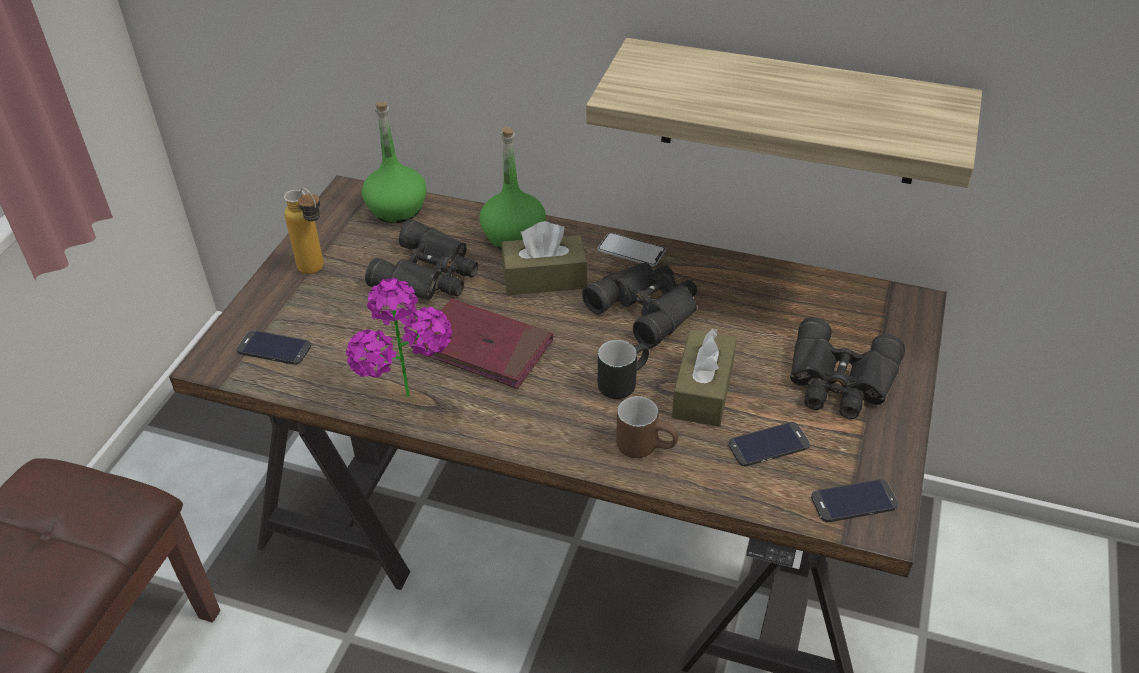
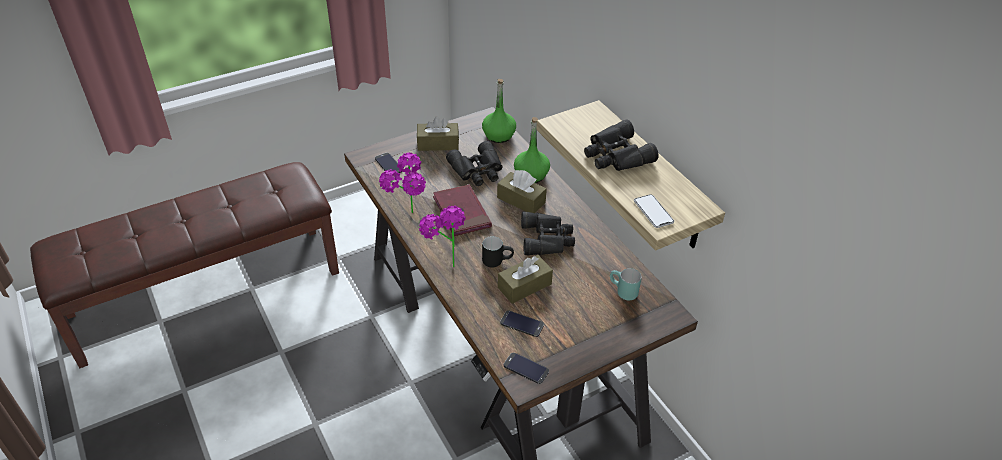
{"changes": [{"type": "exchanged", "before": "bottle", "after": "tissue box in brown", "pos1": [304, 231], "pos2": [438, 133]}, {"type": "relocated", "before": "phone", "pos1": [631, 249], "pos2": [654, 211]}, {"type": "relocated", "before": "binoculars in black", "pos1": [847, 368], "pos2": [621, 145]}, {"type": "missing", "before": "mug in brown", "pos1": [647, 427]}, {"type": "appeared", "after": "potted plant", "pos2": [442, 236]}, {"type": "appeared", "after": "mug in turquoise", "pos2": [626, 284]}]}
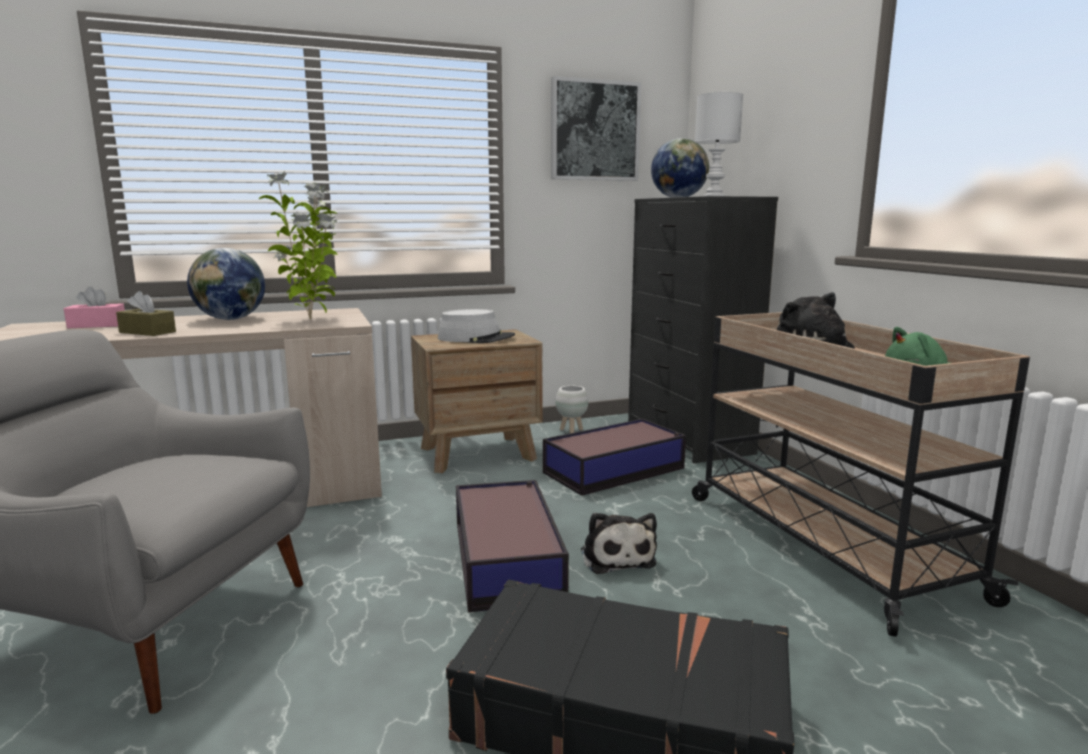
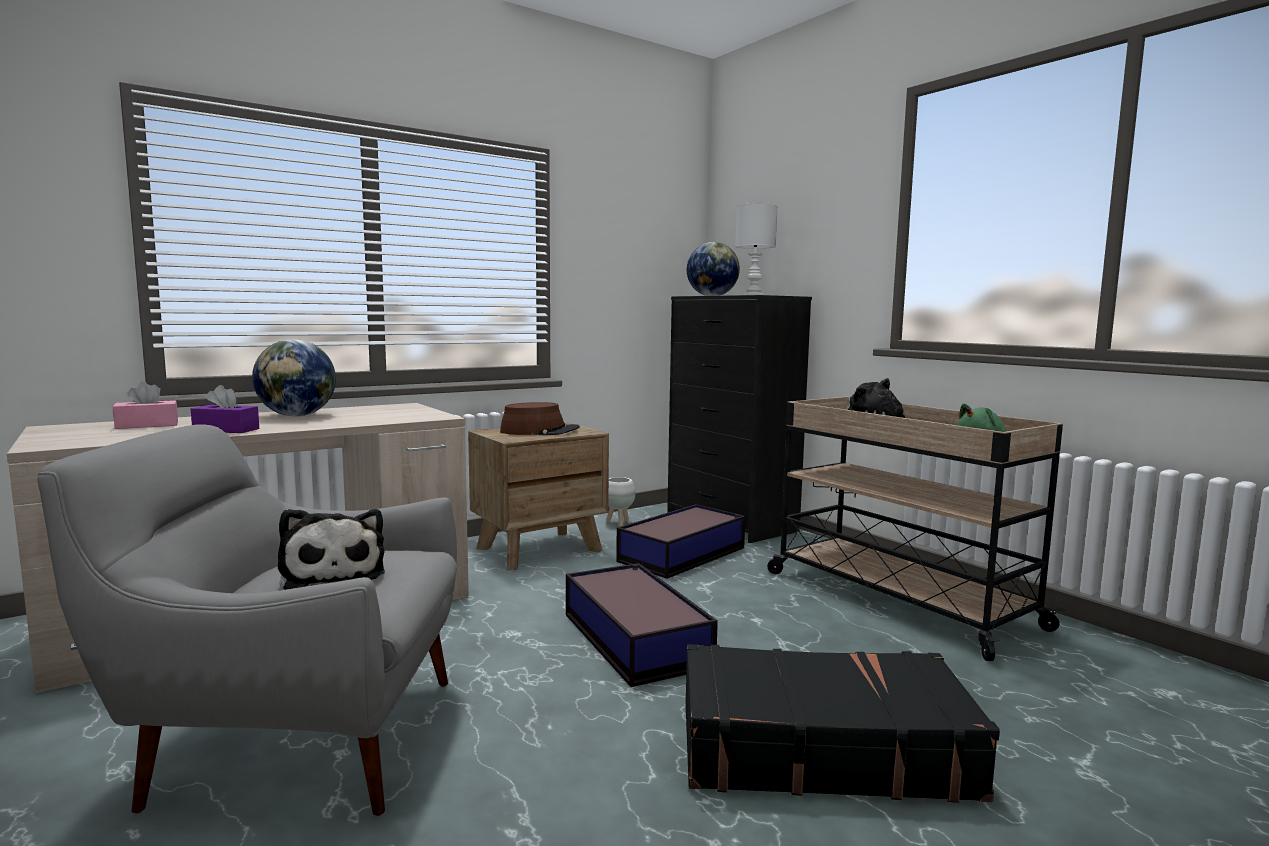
{"changes": [{"type": "missing", "before": "picture", "pos1": [596, 128]}, {"type": "missing", "before": "potted plant", "pos1": [299, 245]}, {"type": "colour", "before": "tissue box in brown", "after": "tissue box in purple", "pos1": [146, 313], "pos2": [225, 409]}, {"type": "colour", "before": "hat in grey", "after": "hat in brown", "pos1": [476, 326], "pos2": [540, 418]}, {"type": "relocated", "before": "plush toy", "pos1": [619, 543], "pos2": [331, 549]}]}
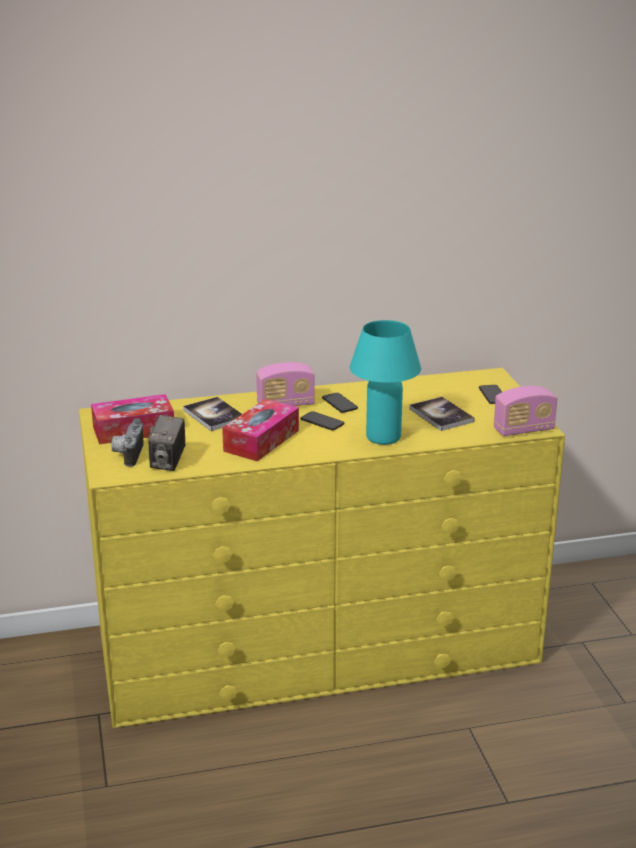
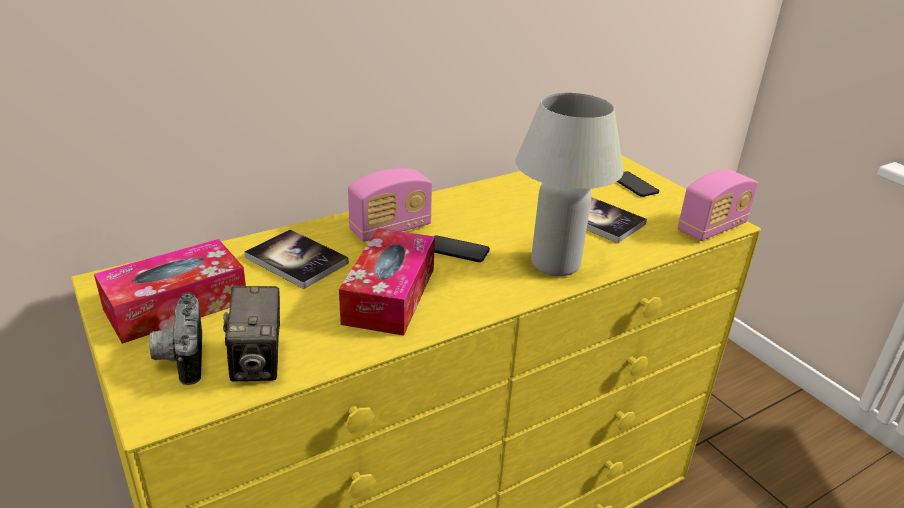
{"changes": [{"type": "colour", "before": "table lamp in turquoise", "after": "table lamp in white", "pos1": [385, 382], "pos2": [569, 184]}, {"type": "missing", "before": "phone", "pos1": [340, 403]}]}
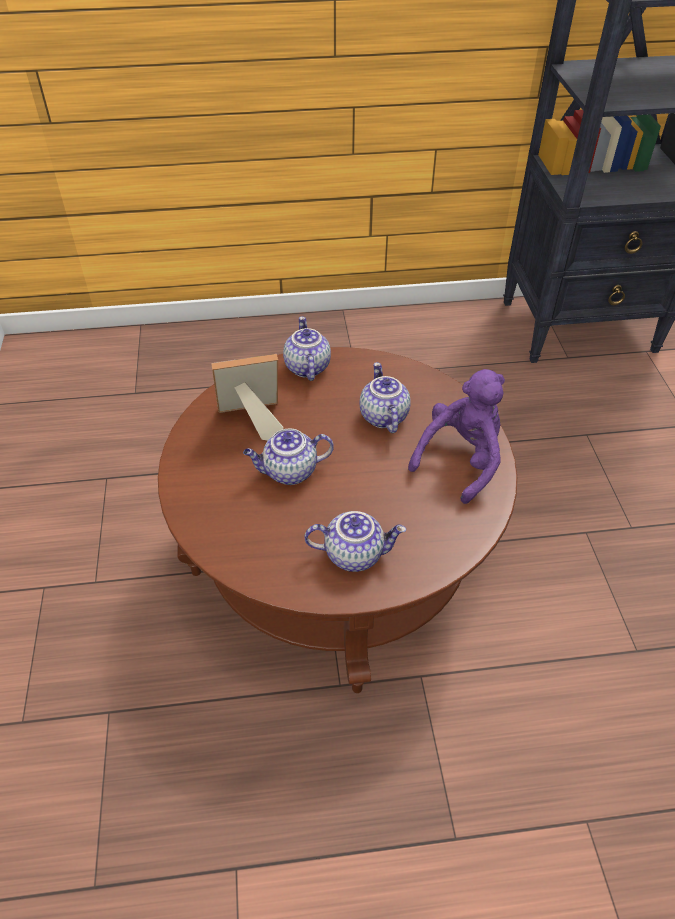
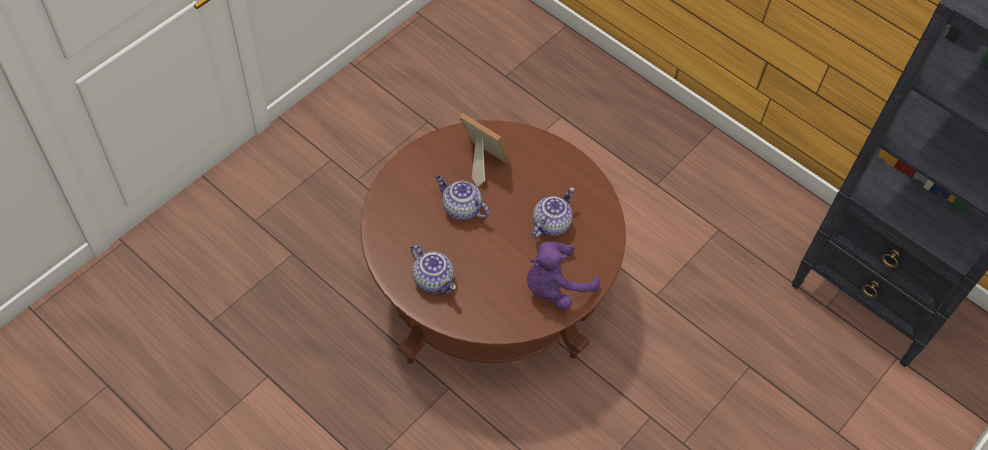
{"changes": [{"type": "missing", "before": "teapot", "pos1": [307, 348]}, {"type": "spun", "before": "plush toy in purple", "pos1": [456, 436], "pos2": [563, 275], "turn": 150}]}
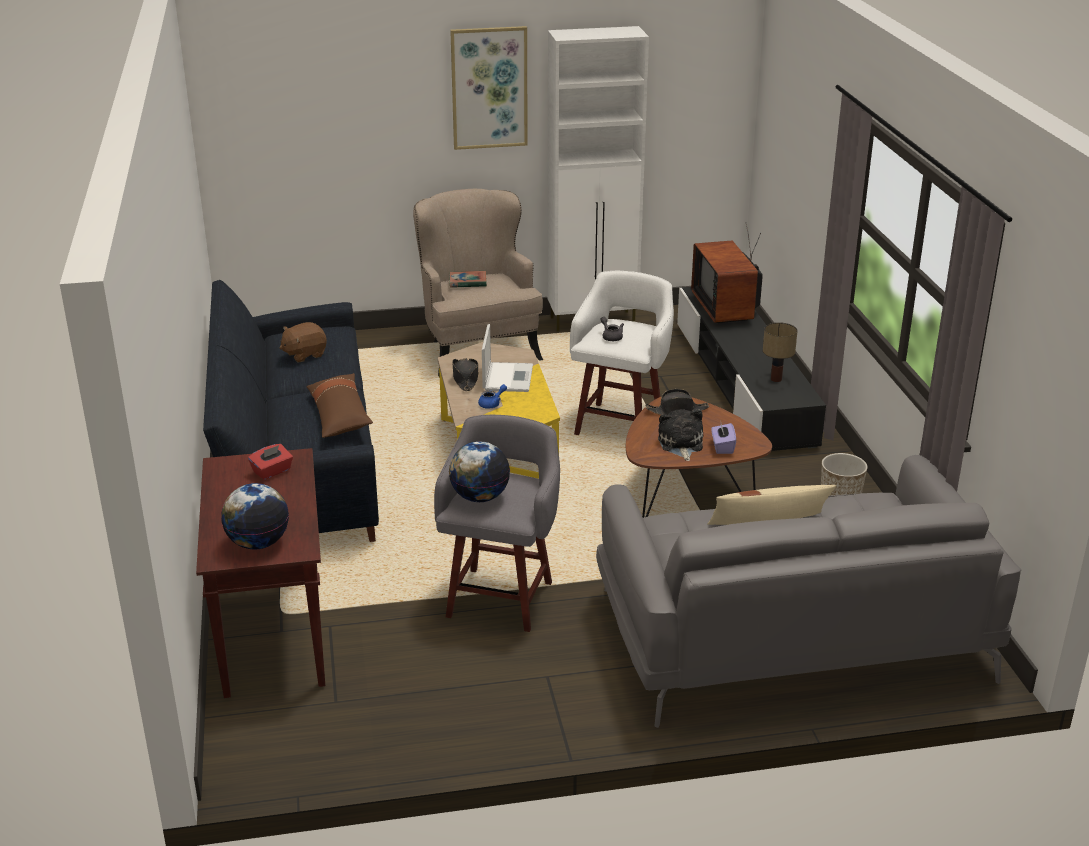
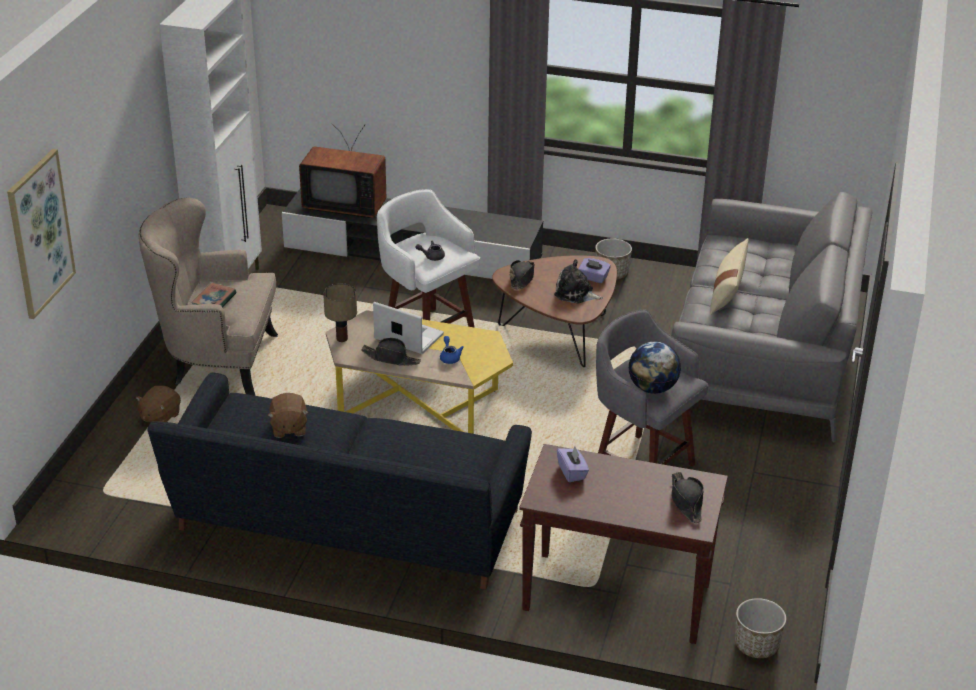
{"changes": [{"type": "relocated", "before": "picture", "pos1": [488, 88], "pos2": [41, 234]}, {"type": "relocated", "before": "table lamp", "pos1": [780, 352], "pos2": [340, 312]}, {"type": "missing", "before": "pillow in brown", "pos1": [339, 405]}, {"type": "colour", "before": "tissue box in red", "after": "tissue box in purple", "pos1": [270, 462], "pos2": [573, 464]}, {"type": "exchanged", "before": "globe", "after": "hat in black", "pos1": [255, 516], "pos2": [687, 497]}, {"type": "appeared", "after": "plush toy in brown", "pos2": [158, 403]}, {"type": "appeared", "after": "planter", "pos2": [760, 628]}]}
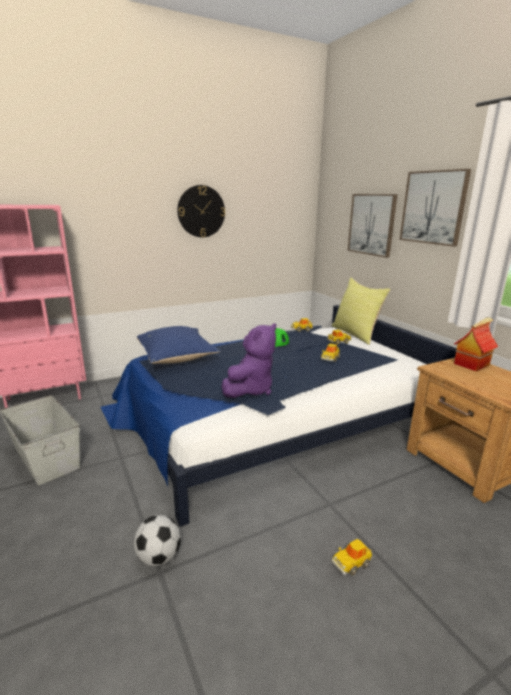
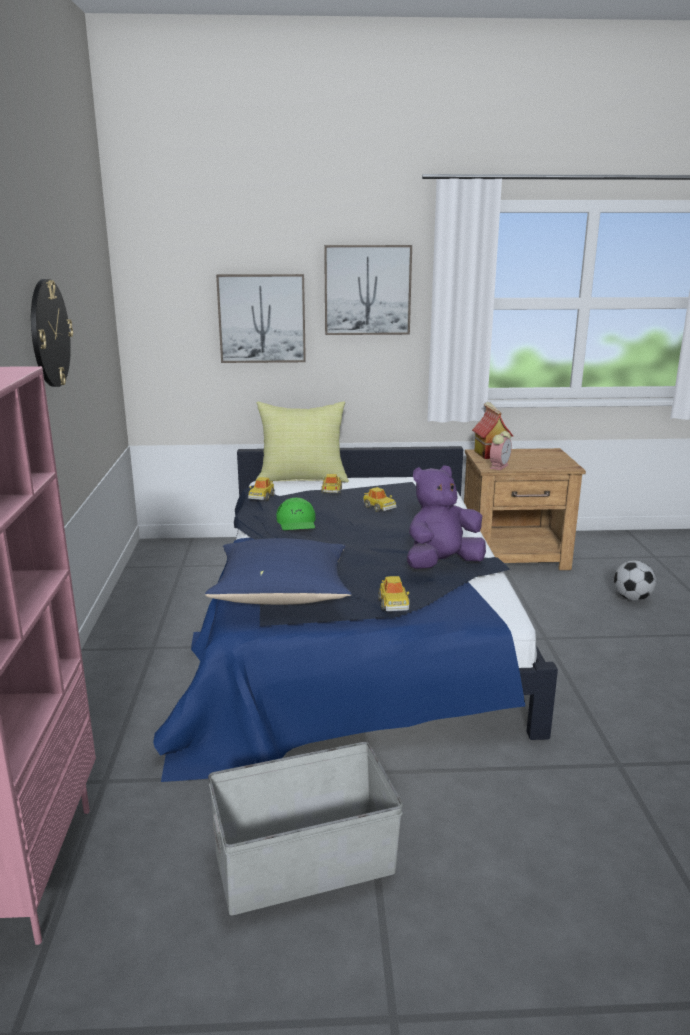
{"changes": [{"type": "spun", "before": "plush toy in purple", "pos1": [248, 360], "pos2": [446, 517], "turn": -90}, {"type": "relocated", "before": "football", "pos1": [157, 540], "pos2": [635, 581]}, {"type": "relocated", "before": "toy car", "pos1": [352, 557], "pos2": [394, 593]}, {"type": "appeared", "after": "alarm clock", "pos2": [501, 450]}]}
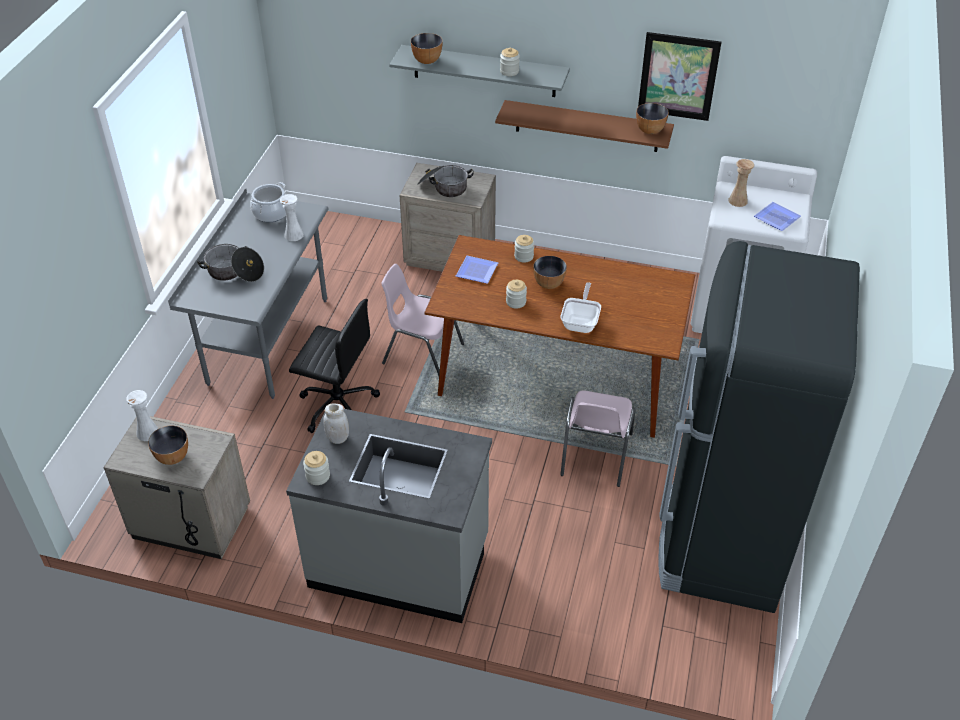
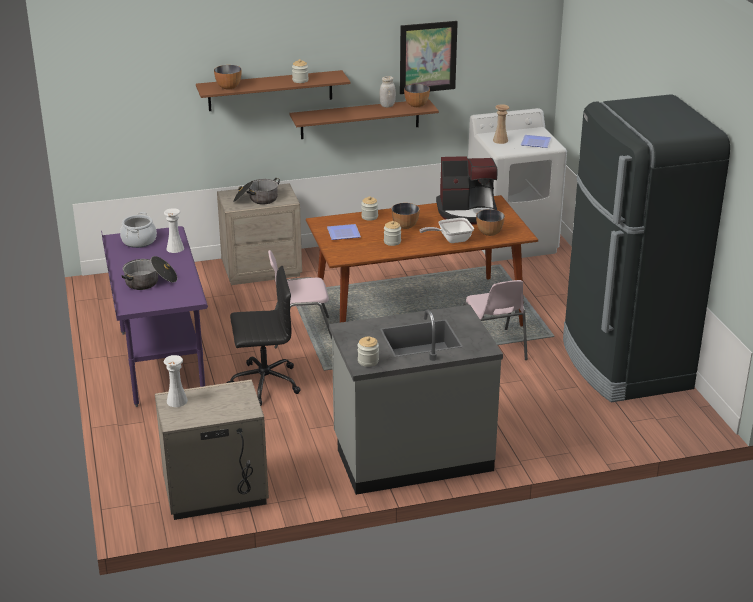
{"changes": [{"type": "colour", "before": "shelf in grey", "after": "shelf in brown", "pos1": [479, 71], "pos2": [273, 90]}, {"type": "colour", "before": "desk in grey", "after": "desk in purple", "pos1": [248, 293], "pos2": [154, 316]}, {"type": "spun", "before": "frying pan", "pos1": [581, 307], "pos2": [446, 230], "turn": -90}, {"type": "relocated", "before": "jar in white", "pos1": [336, 424], "pos2": [388, 92]}, {"type": "relocated", "before": "bowl", "pos1": [168, 445], "pos2": [490, 222]}, {"type": "appeared", "after": "coffee machine", "pos2": [467, 190]}]}
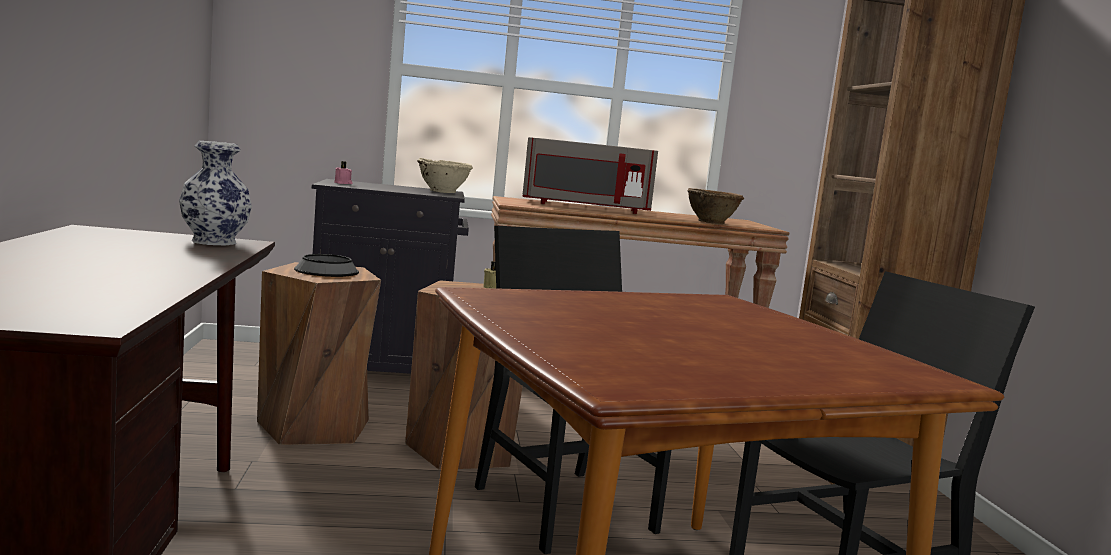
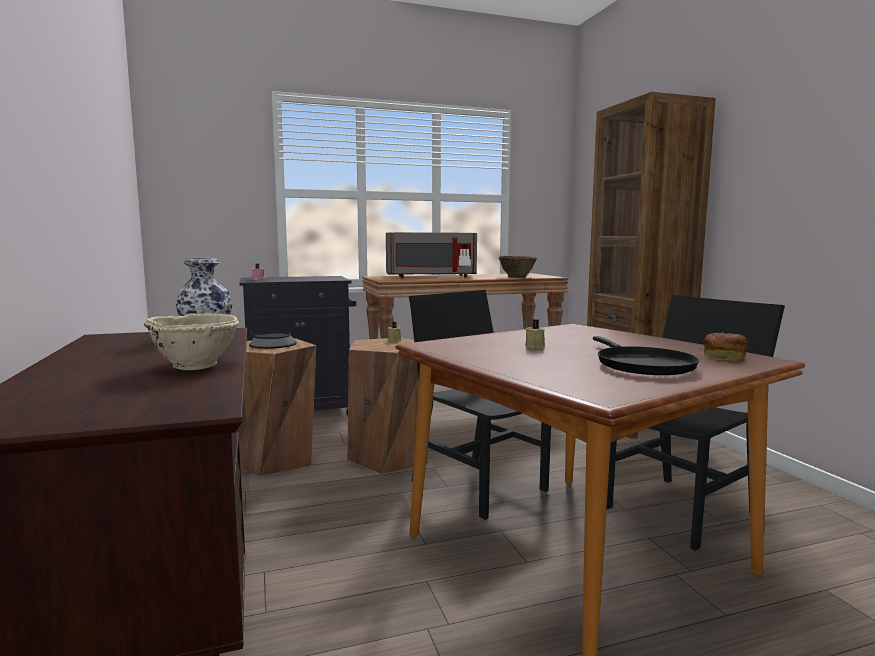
{"changes": [{"type": "relocated", "before": "bowl in beige", "pos1": [445, 175], "pos2": [191, 341]}, {"type": "appeared", "after": "candle in beige", "pos2": [535, 334]}, {"type": "appeared", "after": "bread", "pos2": [725, 347]}, {"type": "appeared", "after": "frying pan in black", "pos2": [646, 355]}]}
